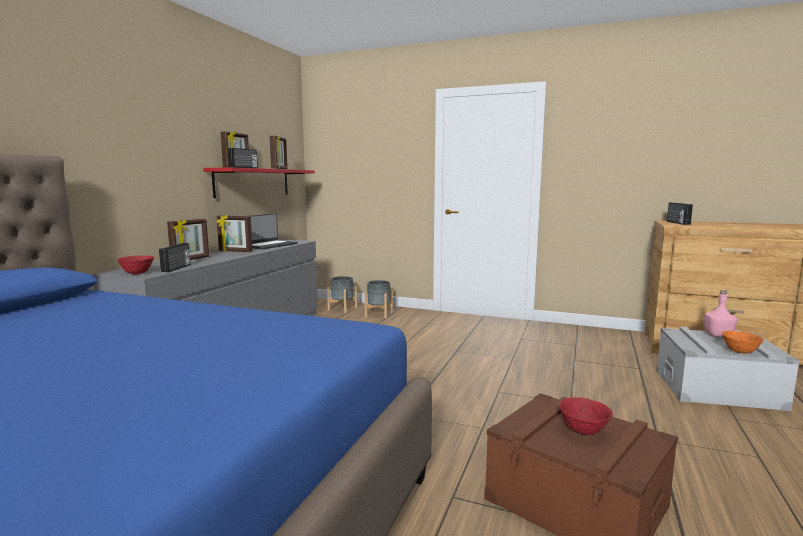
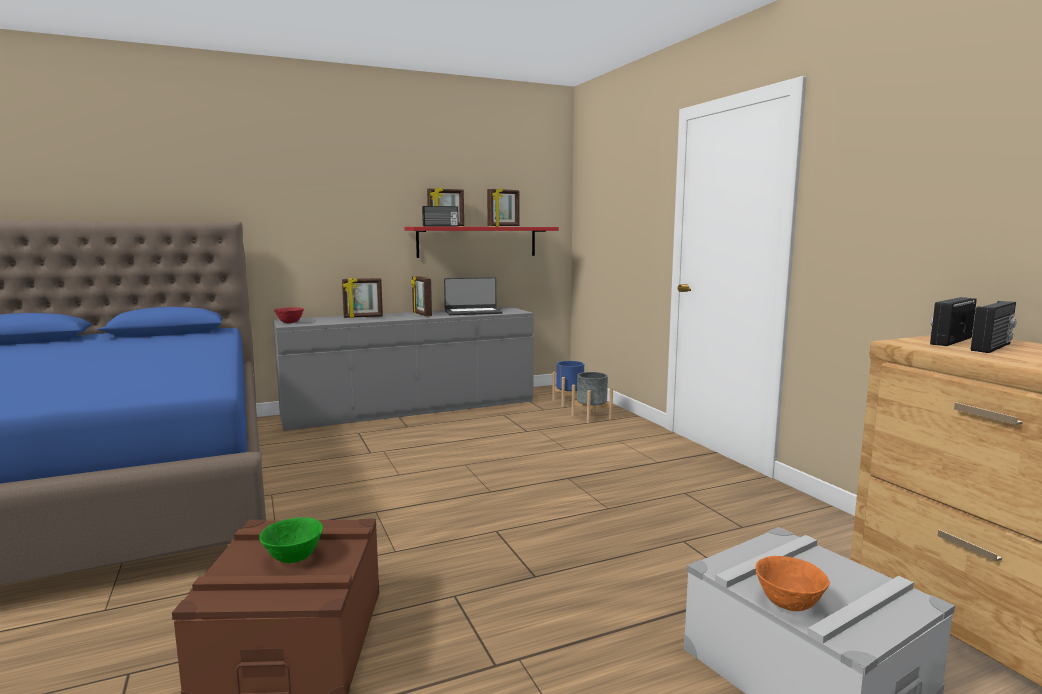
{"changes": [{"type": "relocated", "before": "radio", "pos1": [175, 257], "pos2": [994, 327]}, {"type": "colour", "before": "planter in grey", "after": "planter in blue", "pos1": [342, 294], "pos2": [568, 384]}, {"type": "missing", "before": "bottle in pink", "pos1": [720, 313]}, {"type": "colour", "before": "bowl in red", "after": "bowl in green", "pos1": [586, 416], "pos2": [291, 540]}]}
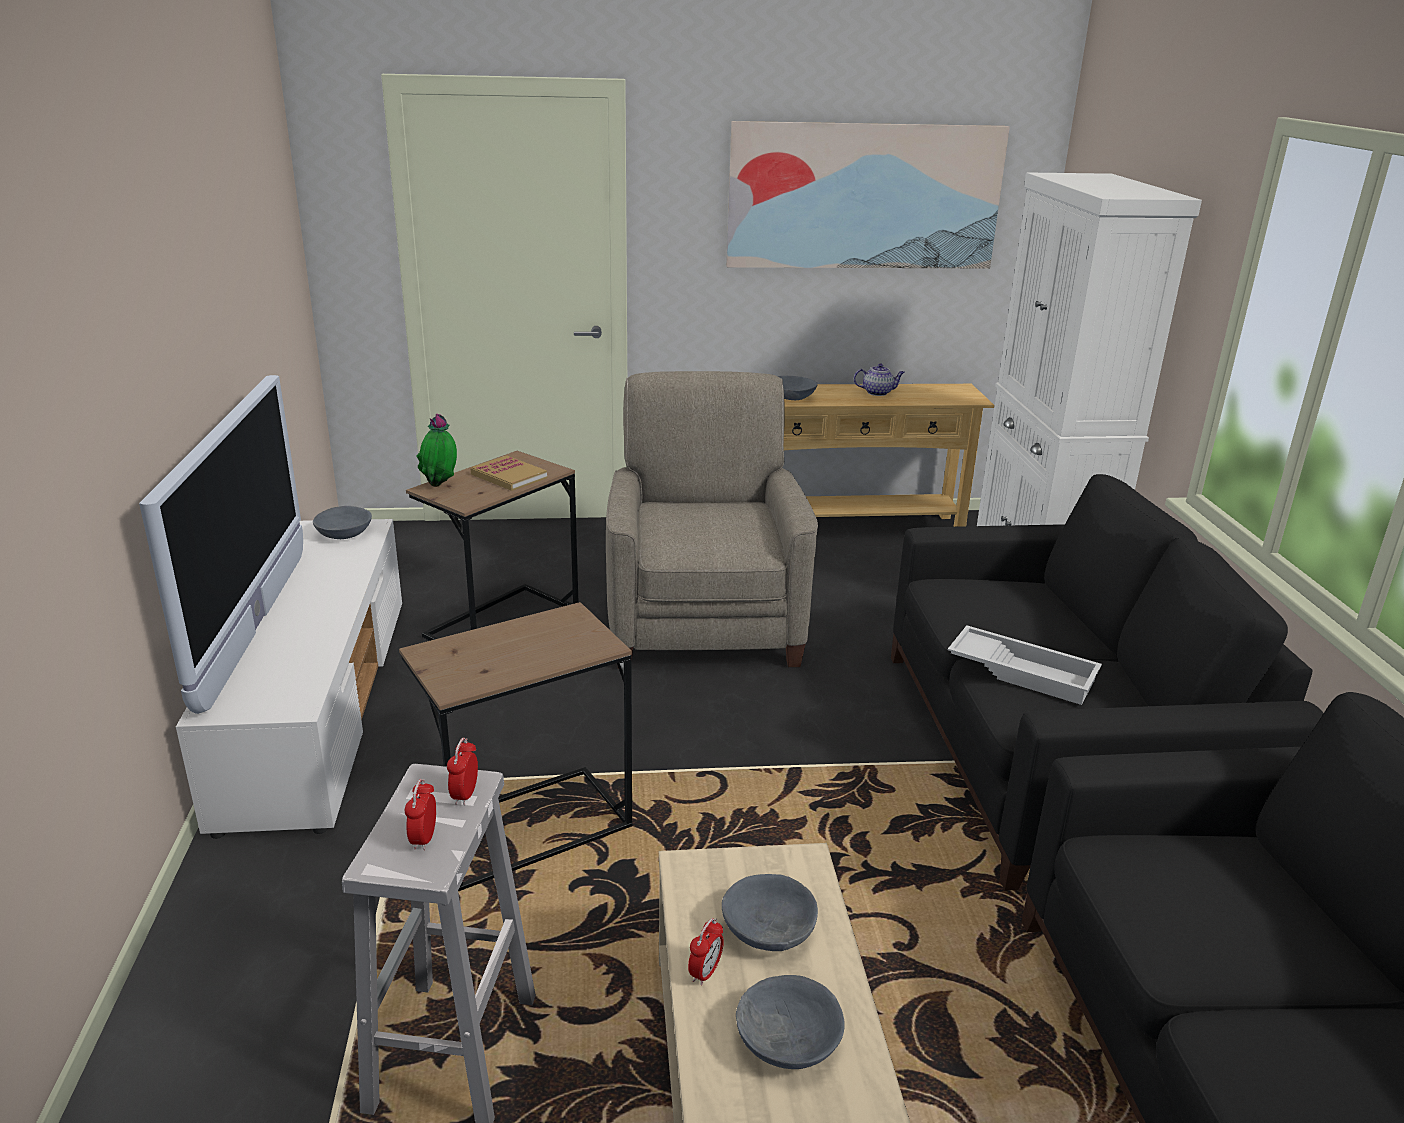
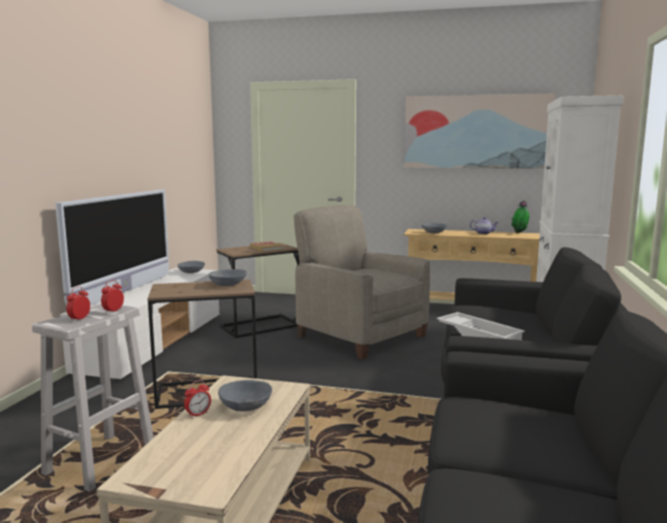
{"changes": [{"type": "spun", "before": "armchair in beige", "pos1": [712, 520], "pos2": [362, 282], "turn": -60}, {"type": "relocated", "before": "potted plant", "pos1": [436, 450], "pos2": [520, 217]}, {"type": "relocated", "before": "bowl in grey", "pos1": [790, 1022], "pos2": [228, 277]}]}
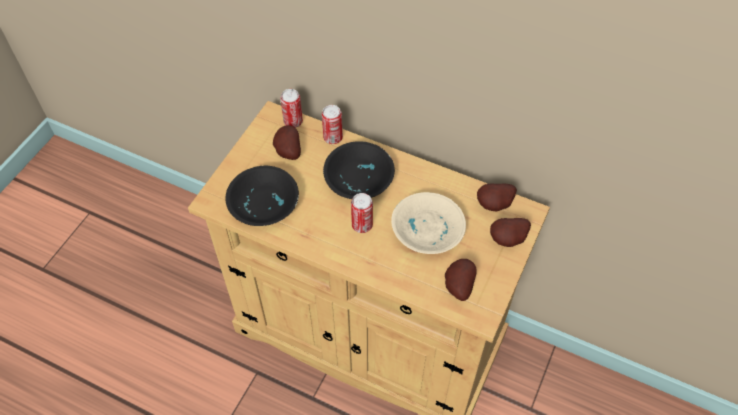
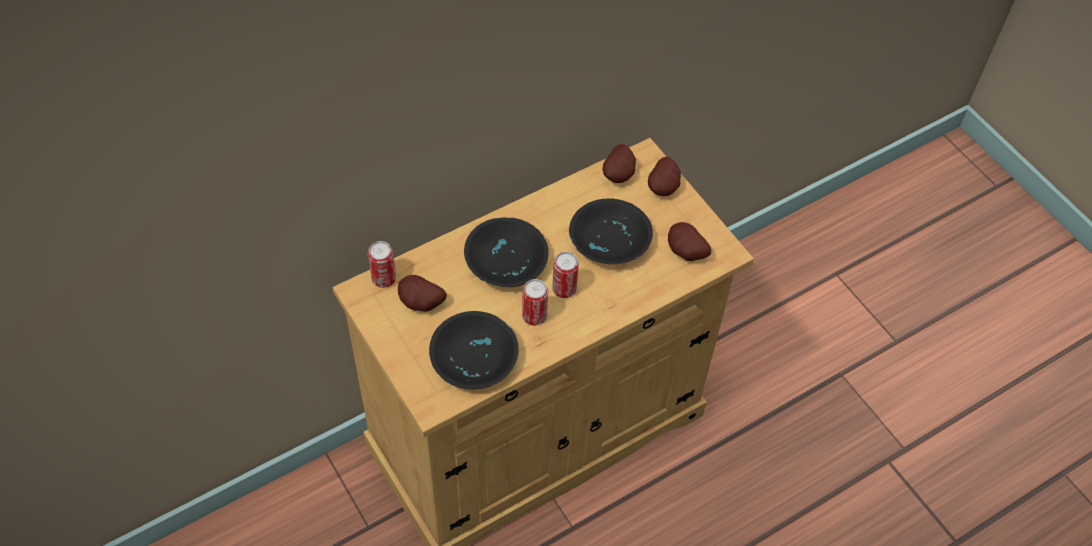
{"changes": [{"type": "relocated", "before": "can", "pos1": [332, 124], "pos2": [535, 302]}, {"type": "colour", "before": "bowl in beige", "after": "bowl in black", "pos1": [428, 223], "pos2": [611, 231]}]}
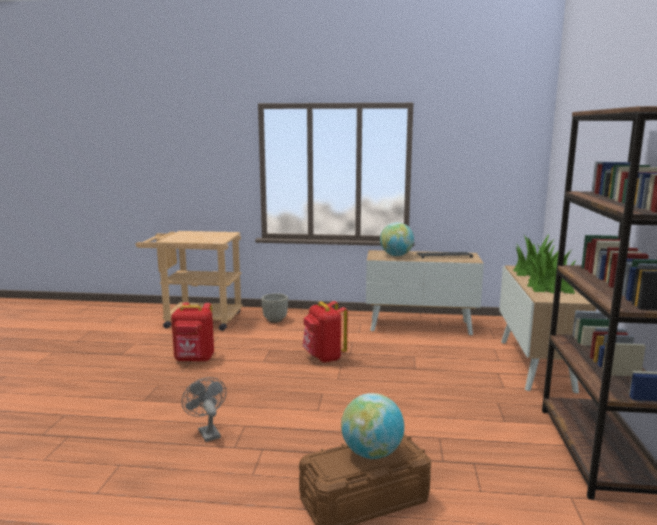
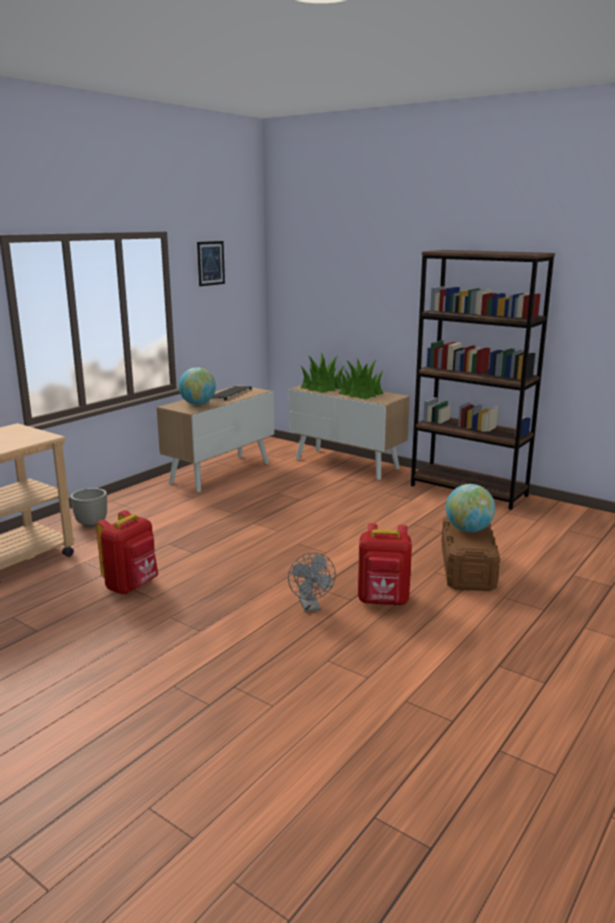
{"changes": [{"type": "relocated", "before": "backpack in red", "pos1": [325, 332], "pos2": [385, 564]}, {"type": "spun", "before": "fan in grey", "pos1": [203, 409], "pos2": [312, 582], "turn": -105}, {"type": "appeared", "after": "picture", "pos2": [211, 263]}]}
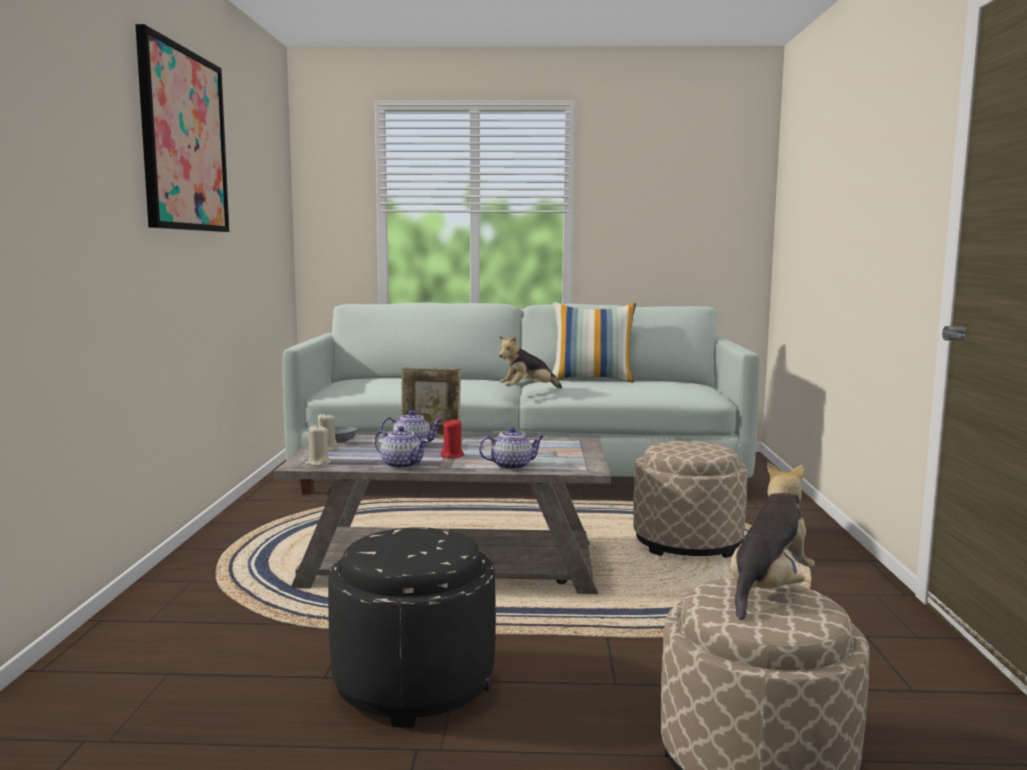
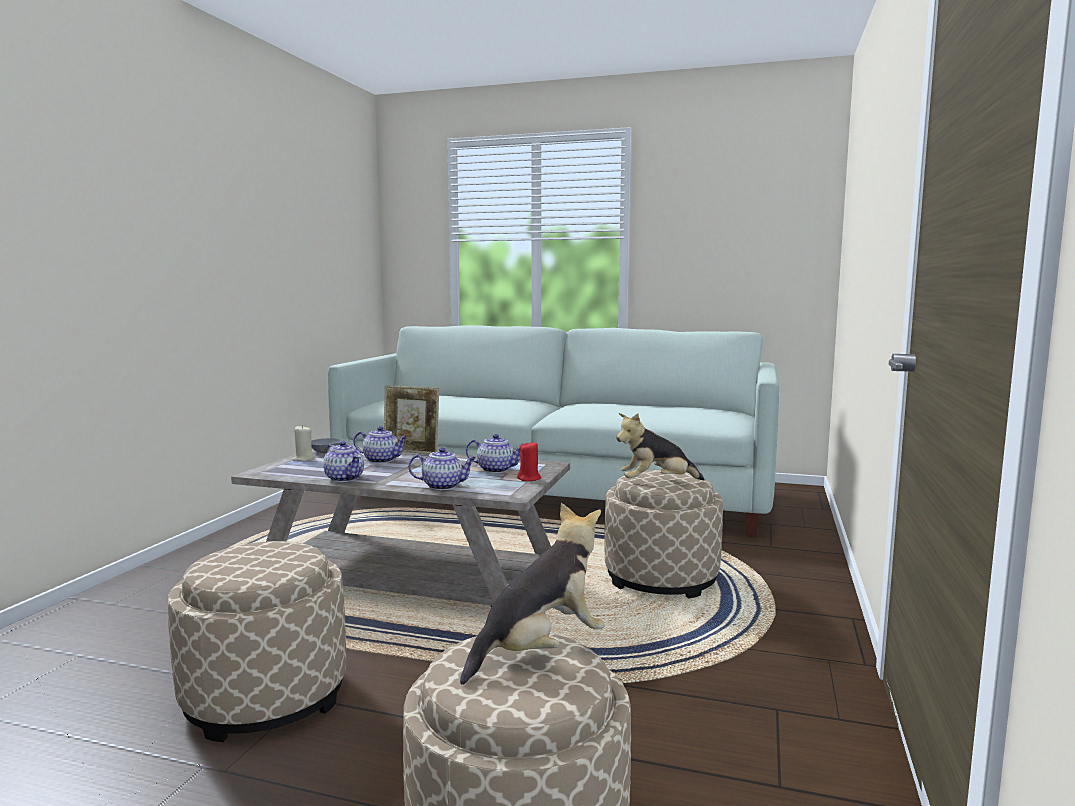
{"changes": [{"type": "missing", "before": "picture", "pos1": [182, 128]}, {"type": "missing", "before": "pillow", "pos1": [594, 342]}, {"type": "relocated", "before": "plush toy", "pos1": [530, 361], "pos2": [660, 446]}, {"type": "relocated", "before": "candle in red", "pos1": [452, 438], "pos2": [529, 461]}, {"type": "missing", "before": "candle in beige", "pos1": [318, 445]}, {"type": "colour", "before": "ottoman in black", "after": "ottoman in beige", "pos1": [412, 627], "pos2": [256, 641]}, {"type": "appeared", "after": "teapot", "pos2": [494, 453]}]}
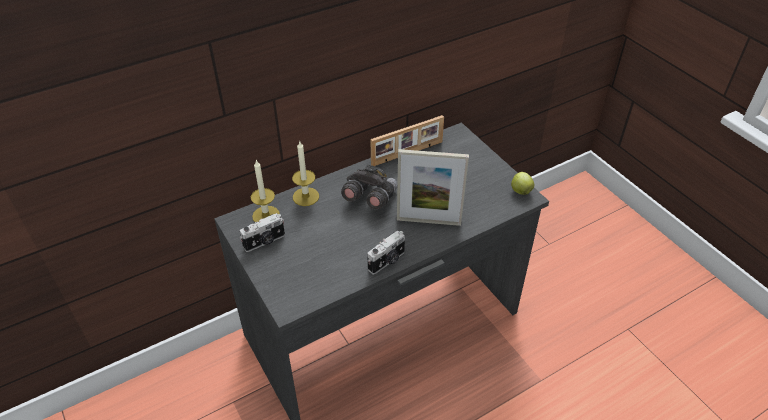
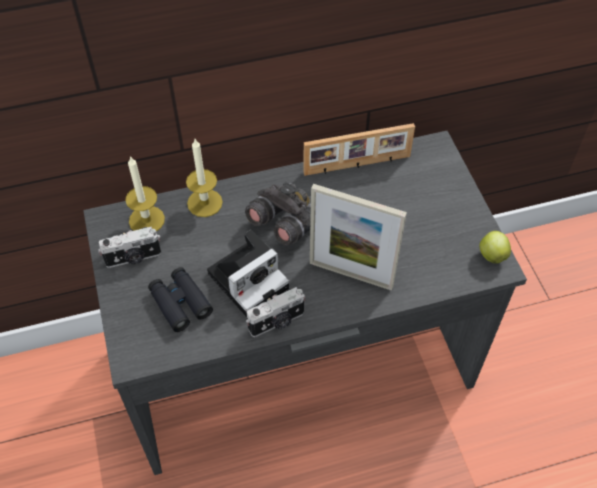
{"changes": [{"type": "appeared", "after": "photo camera", "pos2": [248, 273]}, {"type": "appeared", "after": "binoculars in black", "pos2": [180, 299]}]}
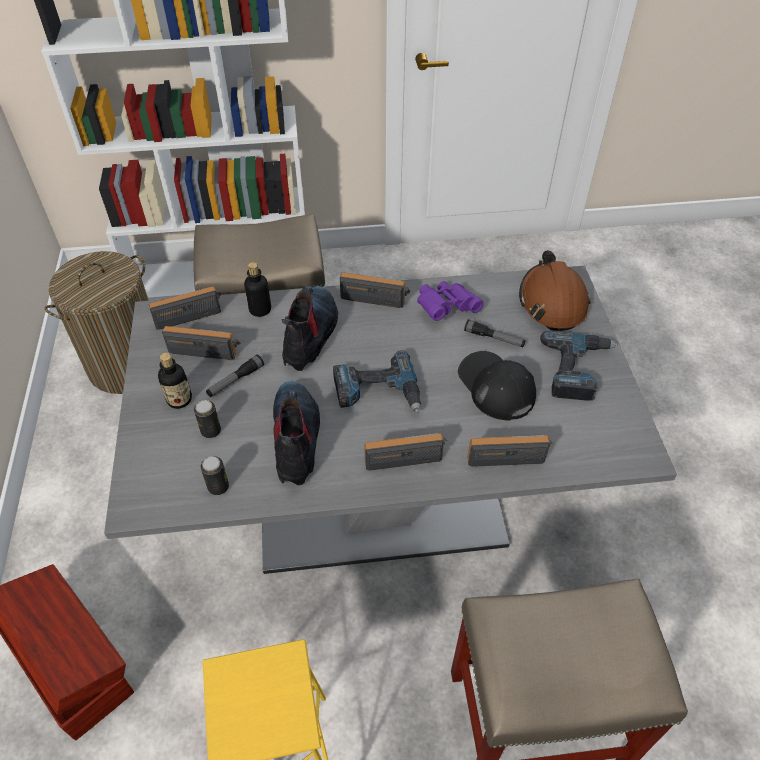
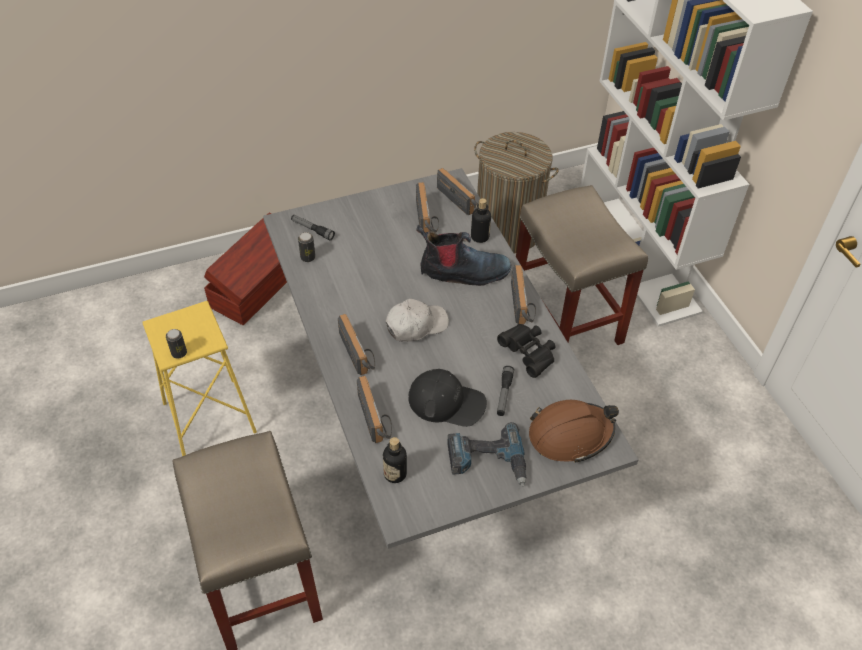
{"changes": [{"type": "colour", "before": "binoculars in purple", "after": "binoculars in black", "pos1": [450, 301], "pos2": [526, 351]}, {"type": "exchanged", "before": "power drill", "after": "cap in white", "pos1": [377, 381], "pos2": [417, 320]}, {"type": "spun", "before": "cap in black", "pos1": [497, 385], "pos2": [447, 398], "turn": 60}, {"type": "relocated", "before": "bottle", "pos1": [175, 381], "pos2": [395, 460]}, {"type": "relocated", "before": "flashlight", "pos1": [235, 376], "pos2": [313, 228]}, {"type": "missing", "before": "boot", "pos1": [296, 433]}, {"type": "relocated", "before": "can", "pos1": [207, 419], "pos2": [176, 344]}]}
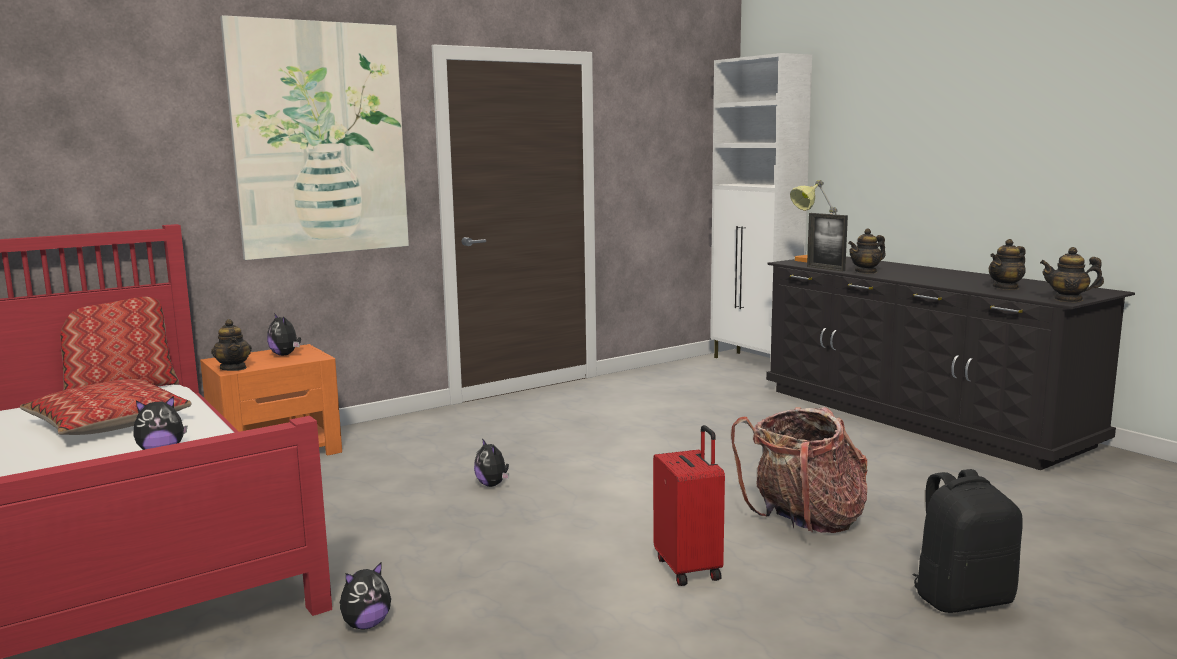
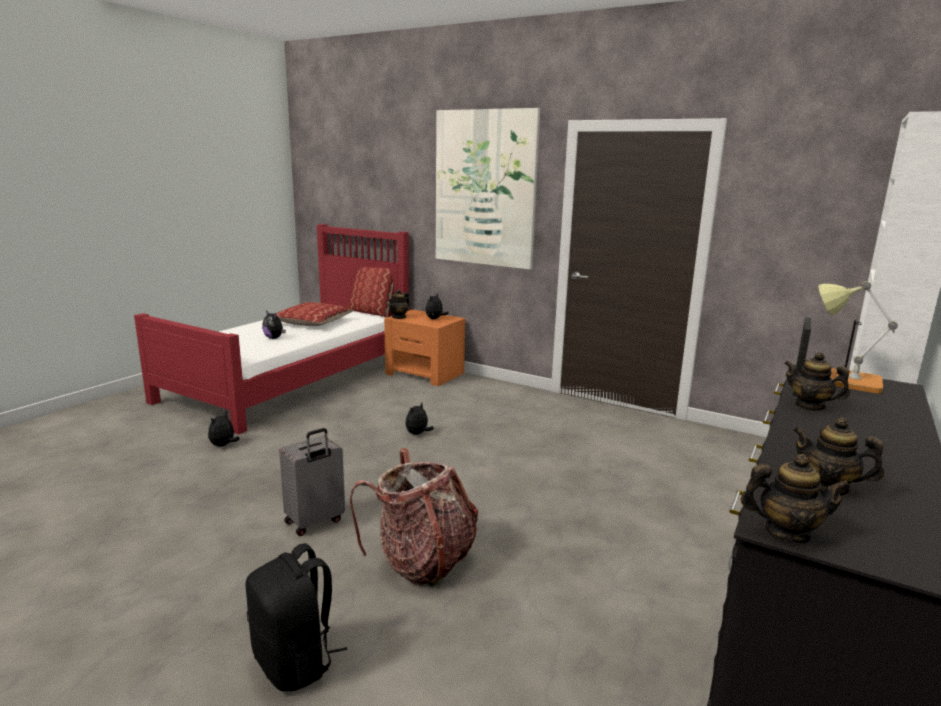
{"changes": [{"type": "spun", "before": "teapot", "pos1": [1072, 274], "pos2": [795, 498], "turn": 105}, {"type": "colour", "before": "suitcase in red", "after": "suitcase in grey", "pos1": [689, 505], "pos2": [312, 482]}, {"type": "spun", "before": "plush toy", "pos1": [365, 596], "pos2": [224, 428], "turn": 90}]}
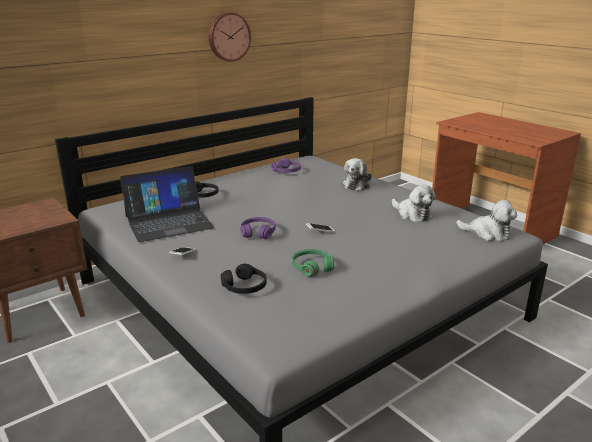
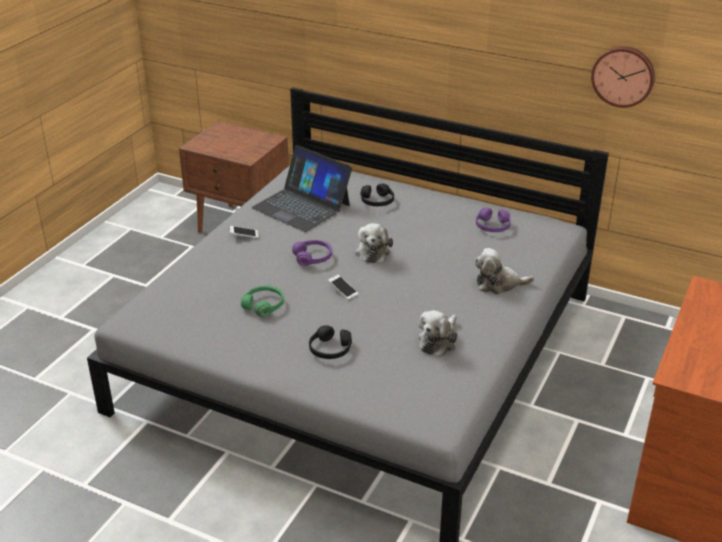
{"changes": [{"type": "relocated", "before": "wall clock", "pos1": [230, 37], "pos2": [623, 77]}, {"type": "relocated", "before": "plush toy", "pos1": [486, 220], "pos2": [374, 243]}, {"type": "relocated", "before": "headphones in black", "pos1": [244, 279], "pos2": [330, 342]}]}
